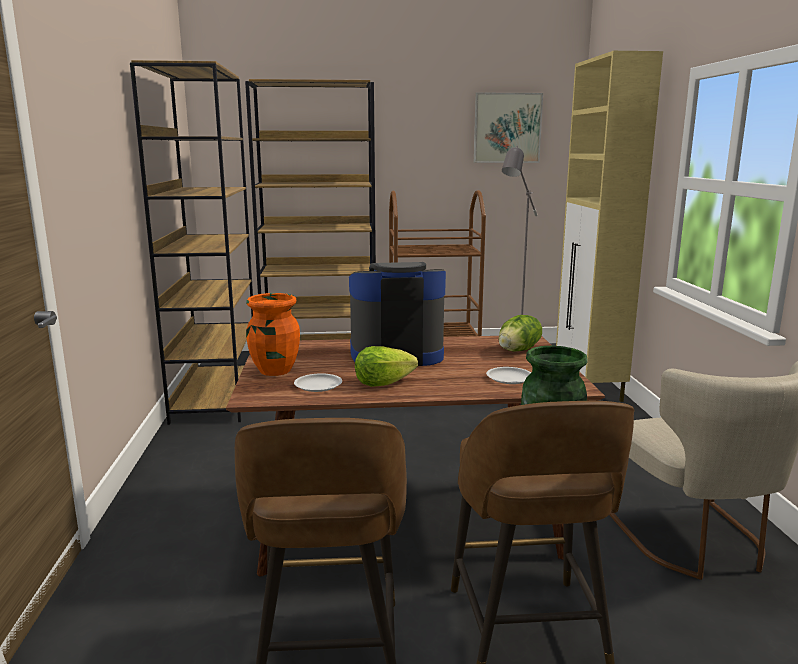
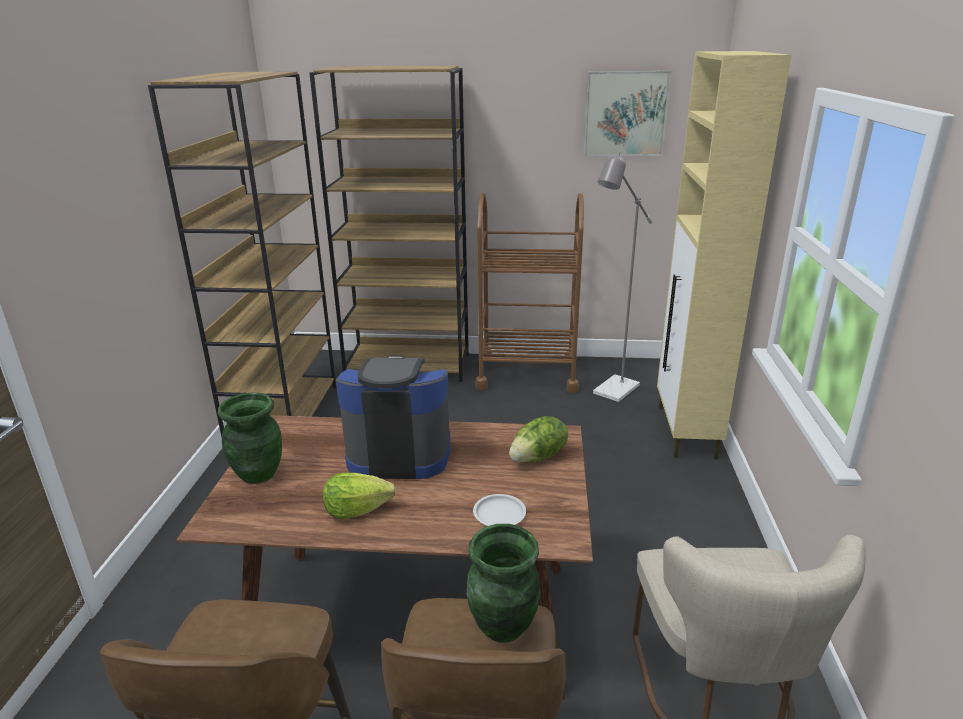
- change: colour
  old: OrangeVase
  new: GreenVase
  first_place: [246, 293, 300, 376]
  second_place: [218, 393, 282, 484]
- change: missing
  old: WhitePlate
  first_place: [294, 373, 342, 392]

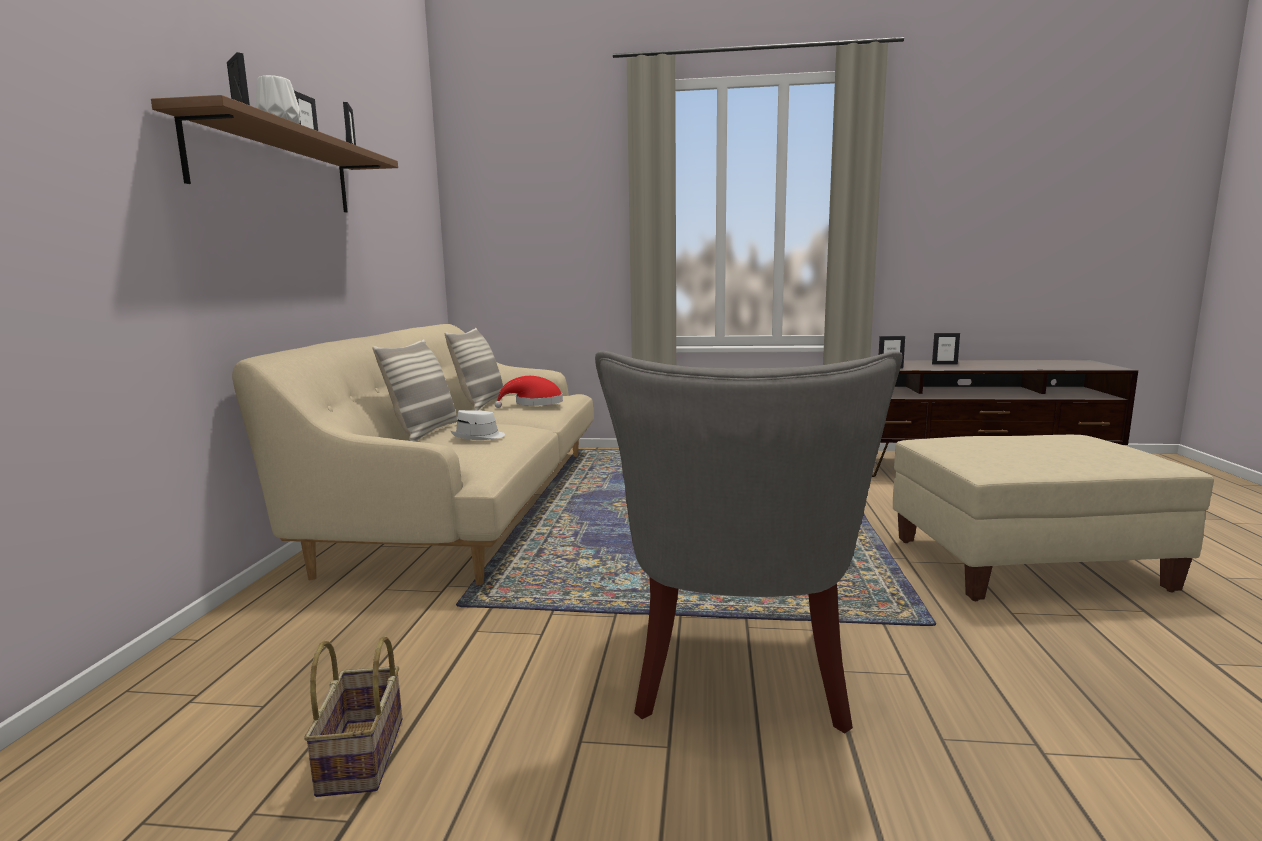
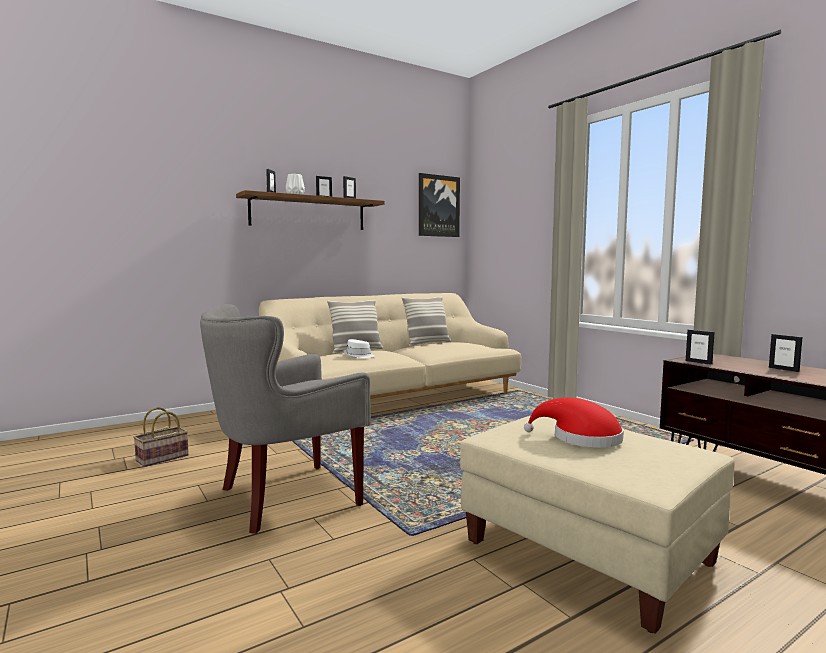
- change: relocated
  old: RedHat
  first_place: [494, 376, 563, 408]
  second_place: [524, 398, 624, 448]
- change: appeared
  new: Picture
  second_place: [419, 173, 460, 237]

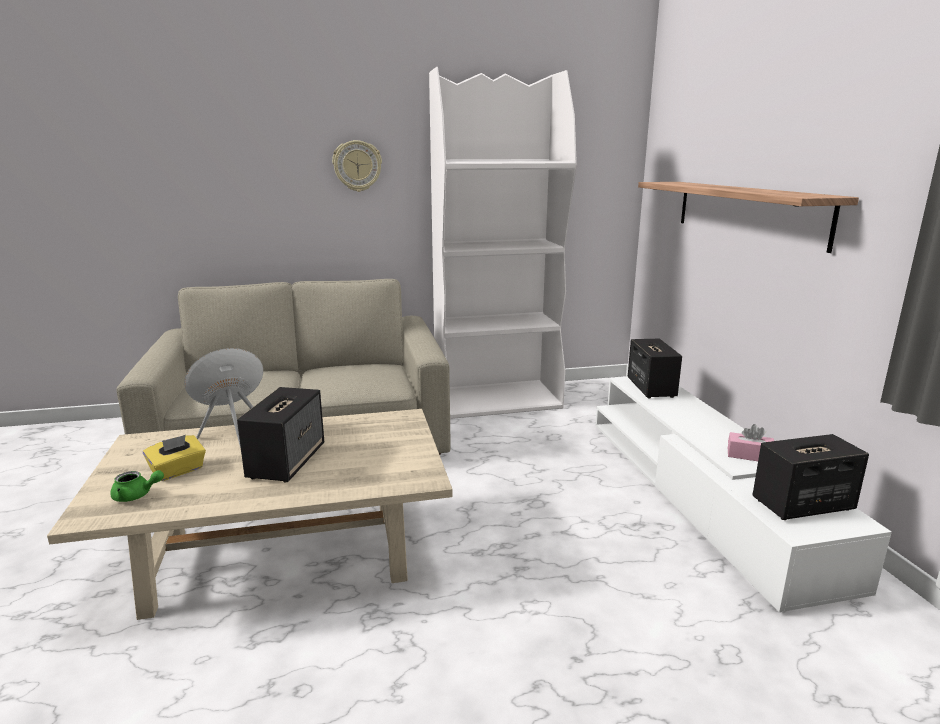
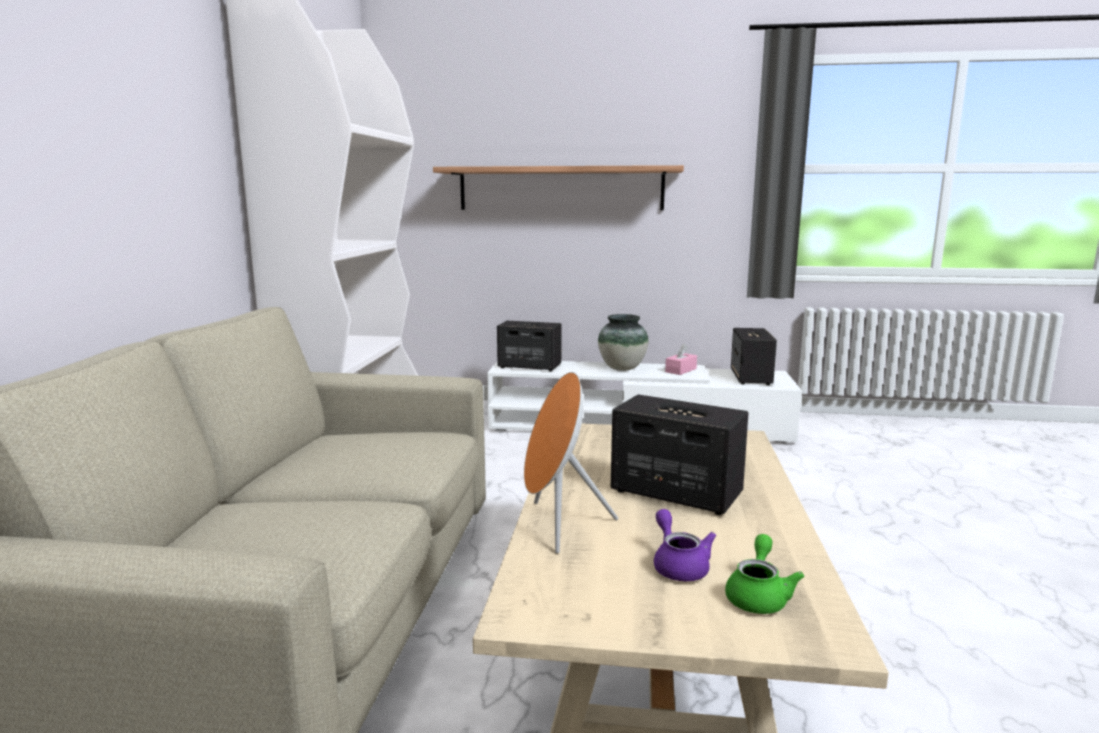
- change: missing
  old: WallClock
  first_place: [332, 140, 382, 192]
- change: exchanged
  old: YellowTissueBox
  new: PurpleTeapot
  first_place: [143, 435, 206, 481]
  second_place: [654, 509, 716, 581]
- change: appeared
  new: Vase
  second_place: [598, 314, 649, 371]

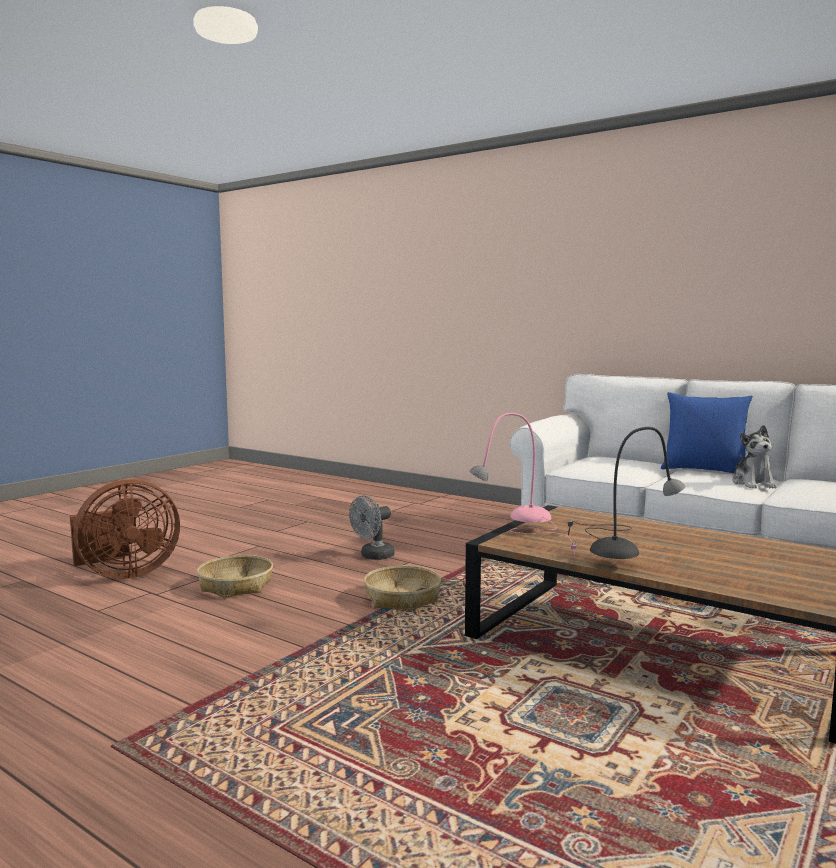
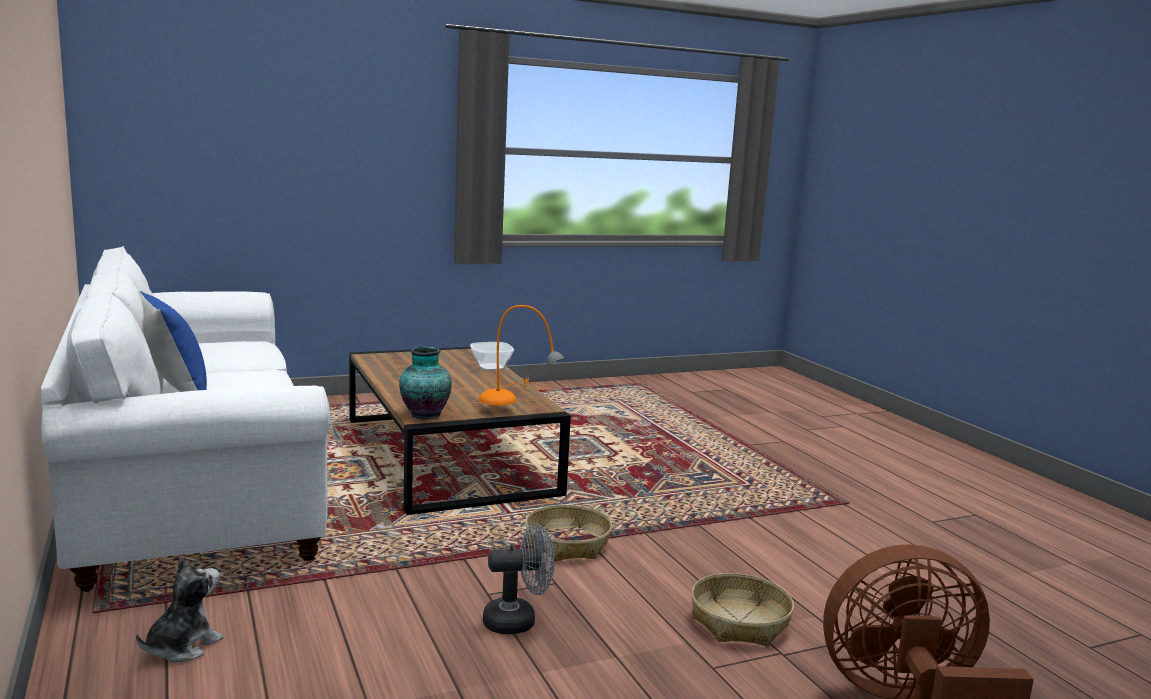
- change: colour
  old: PinkTableLamp
  new: OrangeTableLamp
  first_place: [470, 413, 576, 558]
  second_place: [479, 305, 564, 405]
- change: relocated
  old: PlushToy
  first_place: [732, 425, 777, 488]
  second_place: [136, 556, 223, 663]
- change: missing
  old: GreyTableLamp
  first_place: [568, 427, 686, 559]
- change: appeared
  new: Bowl
  second_place: [470, 342, 514, 371]
- change: appeared
  new: Vase
  second_place: [399, 347, 452, 420]

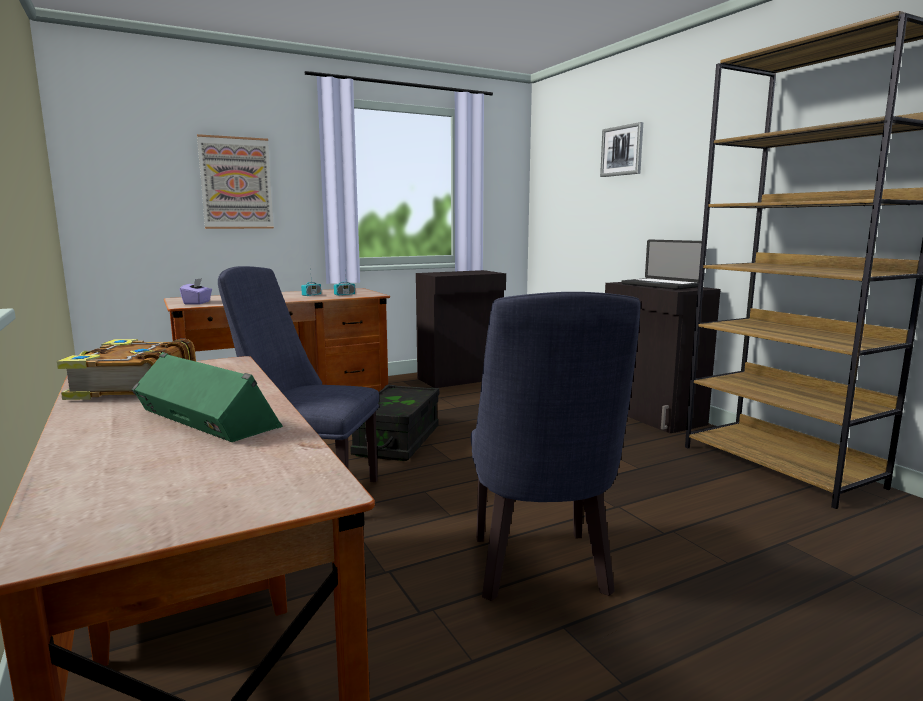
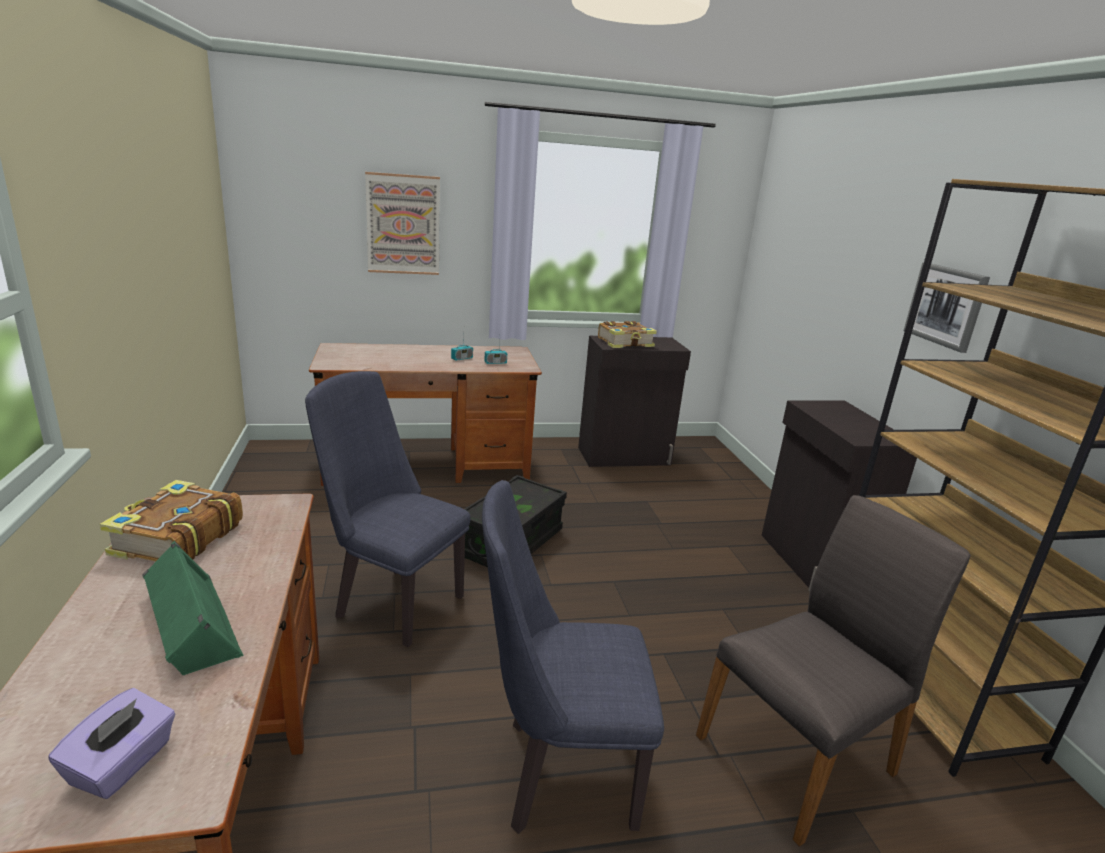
- change: relocated
  old: Picture
  first_place: [600, 122, 643, 177]
  second_place: [903, 262, 990, 353]
- change: missing
  old: Laptop
  first_place: [622, 239, 702, 290]
- change: relocated
  old: PurpleTissueBox
  first_place: [180, 278, 212, 305]
  second_place: [48, 688, 175, 799]
- change: spun
  old: BlueChair
  first_place: [471, 292, 640, 601]
  second_place: [482, 480, 664, 834]
  degrees: 75
- change: appeared
  new: Book
  second_place: [598, 321, 657, 348]
- change: appeared
  new: GreyChair
  second_place: [696, 495, 970, 847]

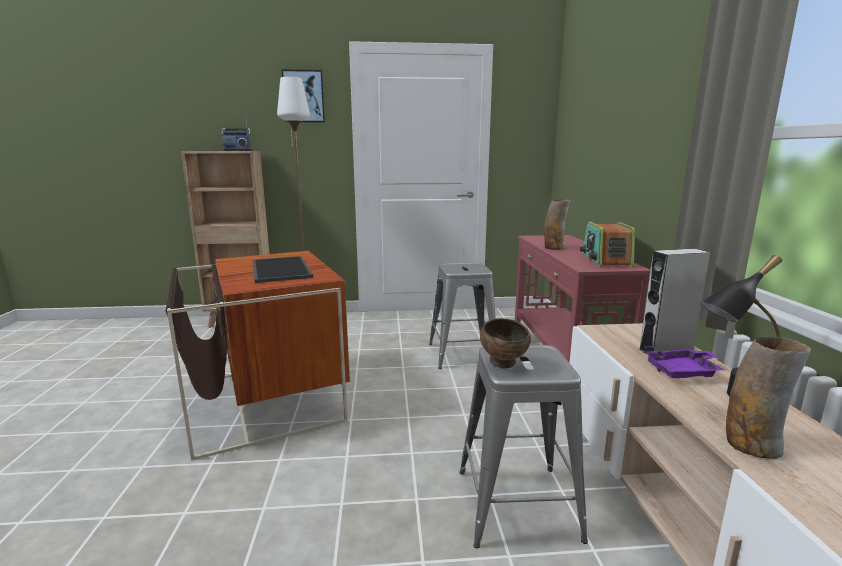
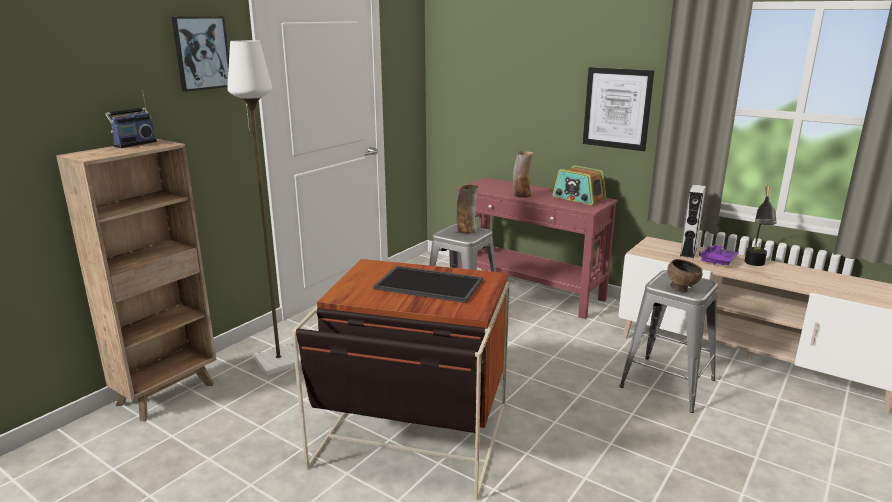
- change: relocated
  old: Vase
  first_place: [726, 337, 811, 459]
  second_place: [456, 185, 479, 234]
- change: appeared
  new: Picture
  second_place: [583, 67, 654, 151]

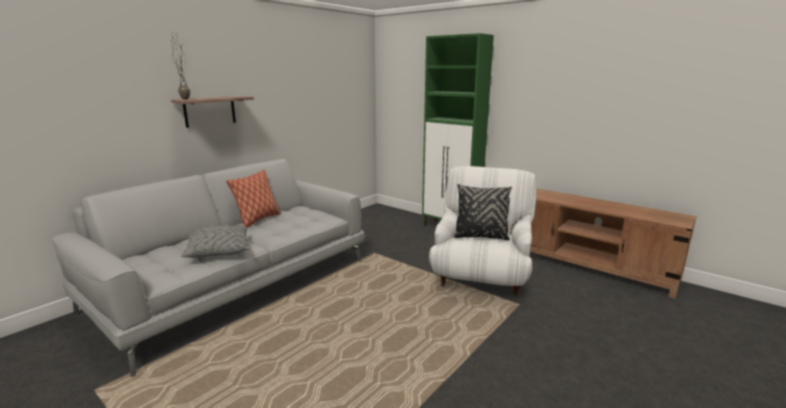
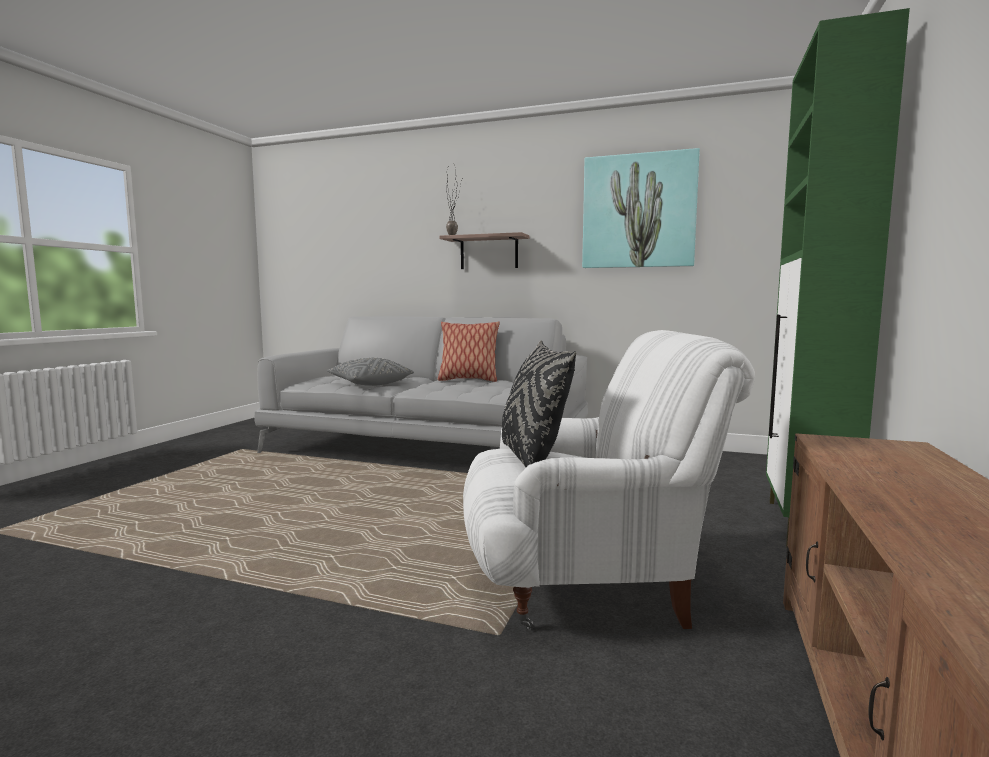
- change: appeared
  new: Picture
  second_place: [582, 148, 700, 268]

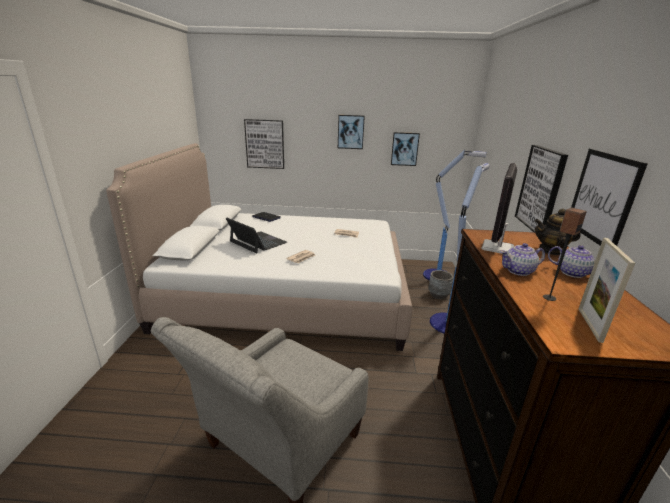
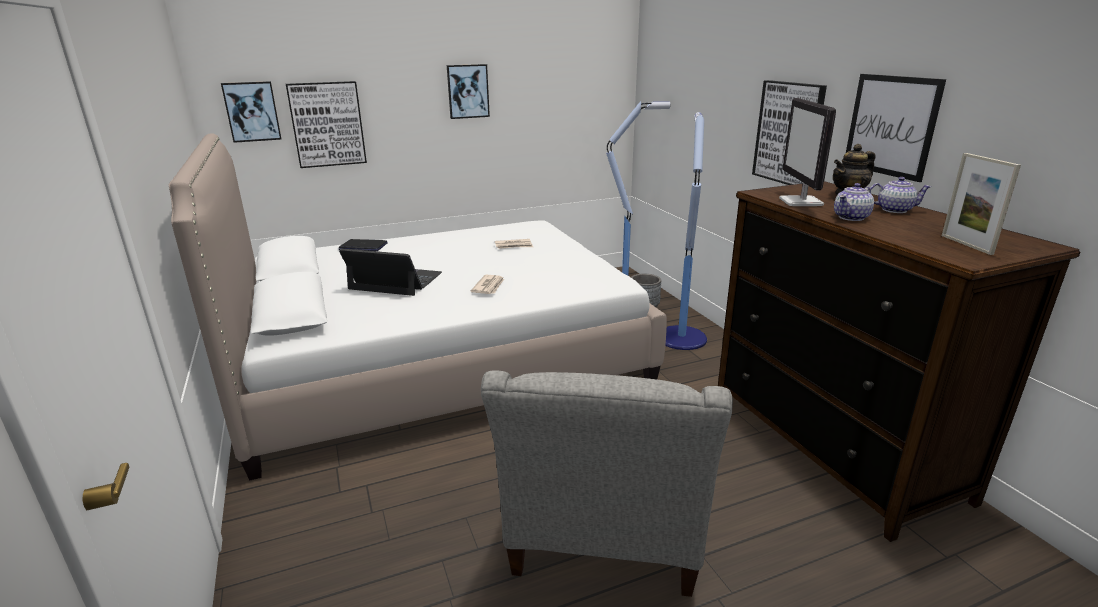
- change: relocated
  old: Picture
  first_place: [391, 132, 420, 166]
  second_place: [221, 81, 282, 143]
- change: missing
  old: Speaker
  first_place: [543, 208, 587, 301]

